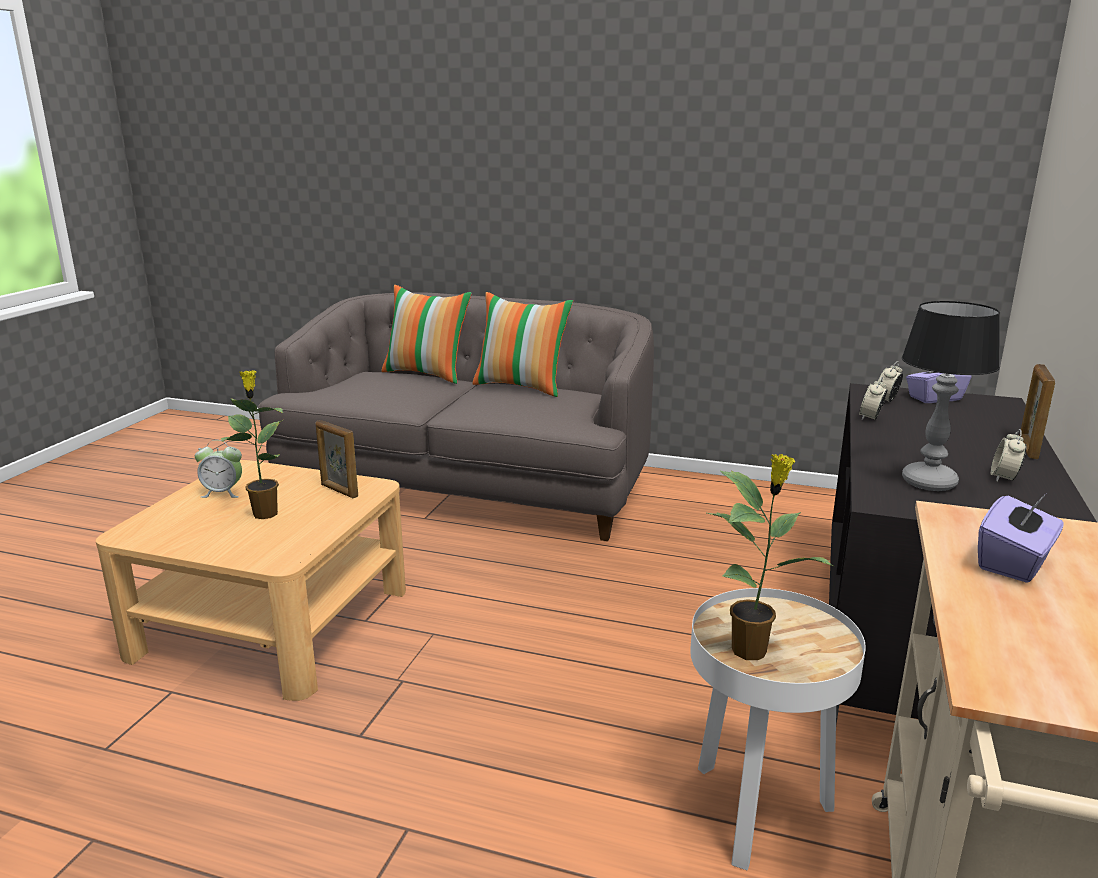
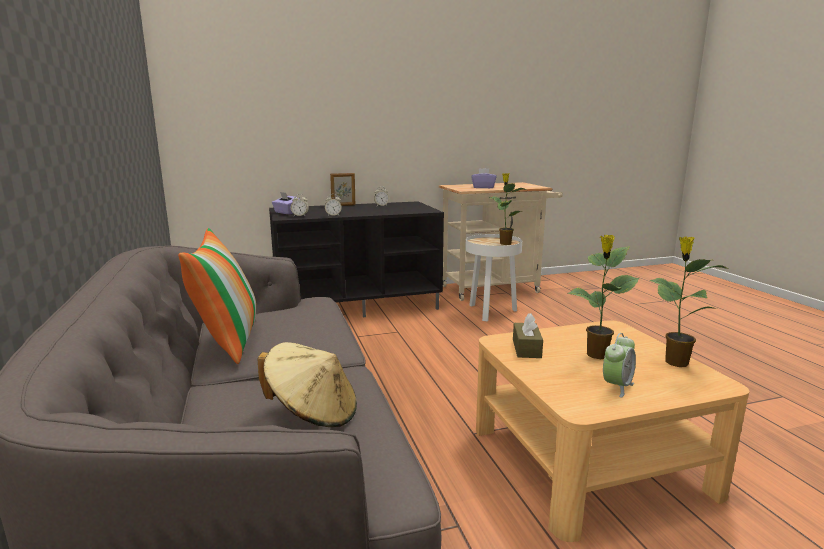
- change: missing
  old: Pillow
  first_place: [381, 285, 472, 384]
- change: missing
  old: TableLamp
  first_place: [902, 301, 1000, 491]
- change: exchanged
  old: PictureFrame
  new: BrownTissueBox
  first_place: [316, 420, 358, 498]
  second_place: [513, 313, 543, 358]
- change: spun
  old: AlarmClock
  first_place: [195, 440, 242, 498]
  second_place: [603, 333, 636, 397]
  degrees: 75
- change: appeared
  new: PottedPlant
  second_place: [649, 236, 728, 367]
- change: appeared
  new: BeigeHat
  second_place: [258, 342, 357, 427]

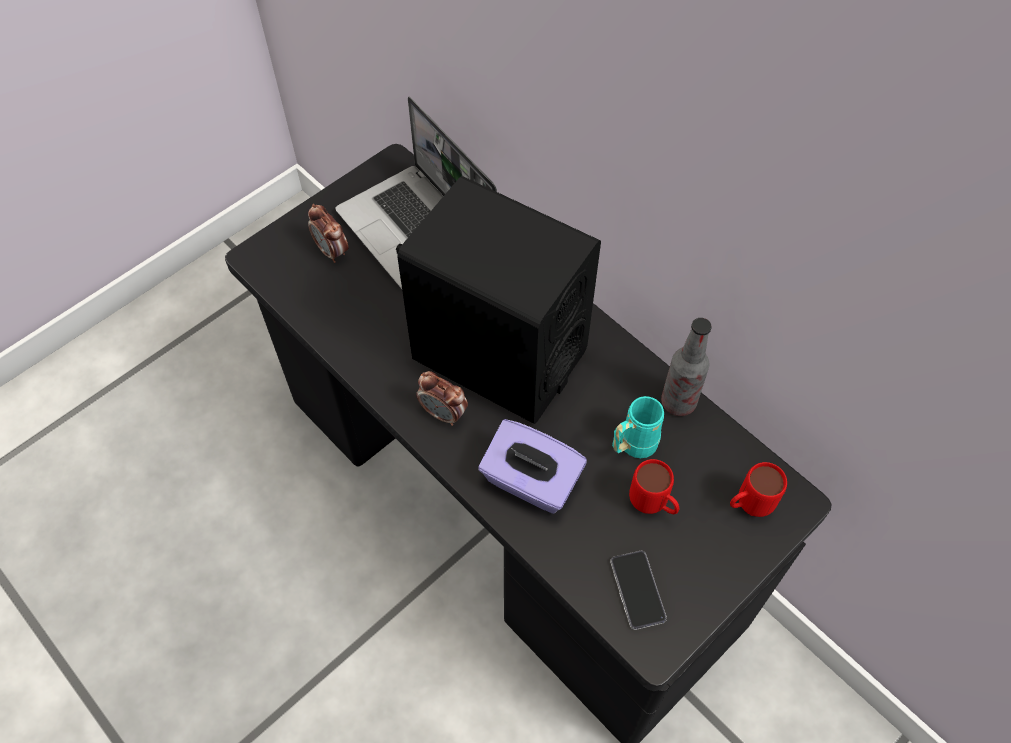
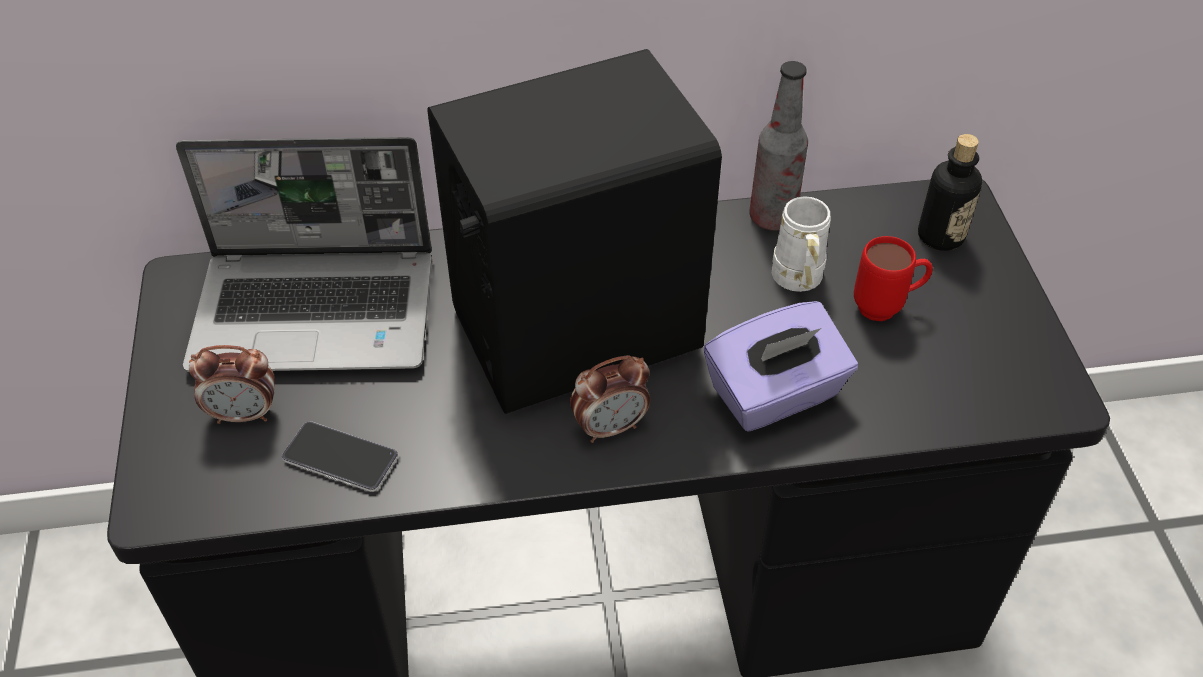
- change: colour
  old: TurquoiseMug
  new: WhiteMug
  first_place: [612, 396, 664, 458]
  second_place: [772, 196, 831, 292]
- change: exchanged
  old: RedMug
  new: Bottle
  first_place: [730, 462, 787, 517]
  second_place: [918, 134, 982, 251]
- change: relocated
  old: Phone
  first_place: [610, 551, 667, 630]
  second_place: [282, 421, 398, 492]

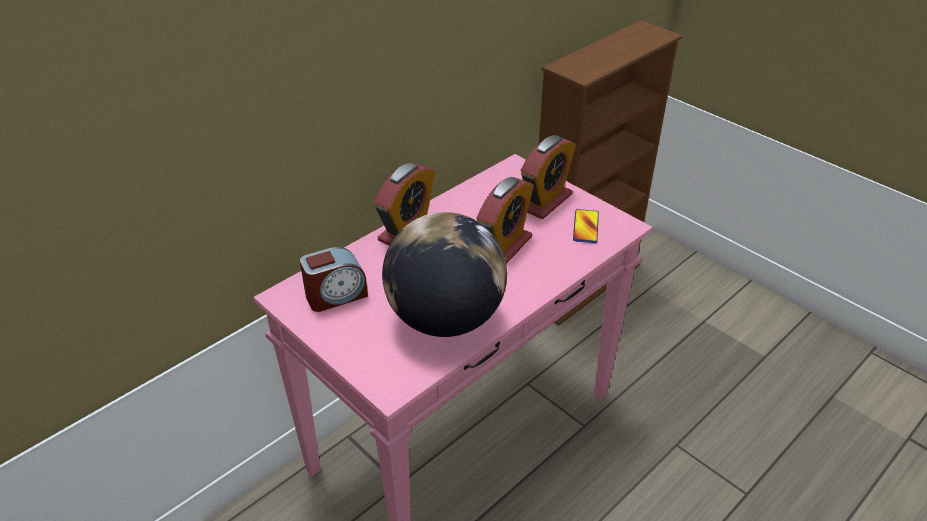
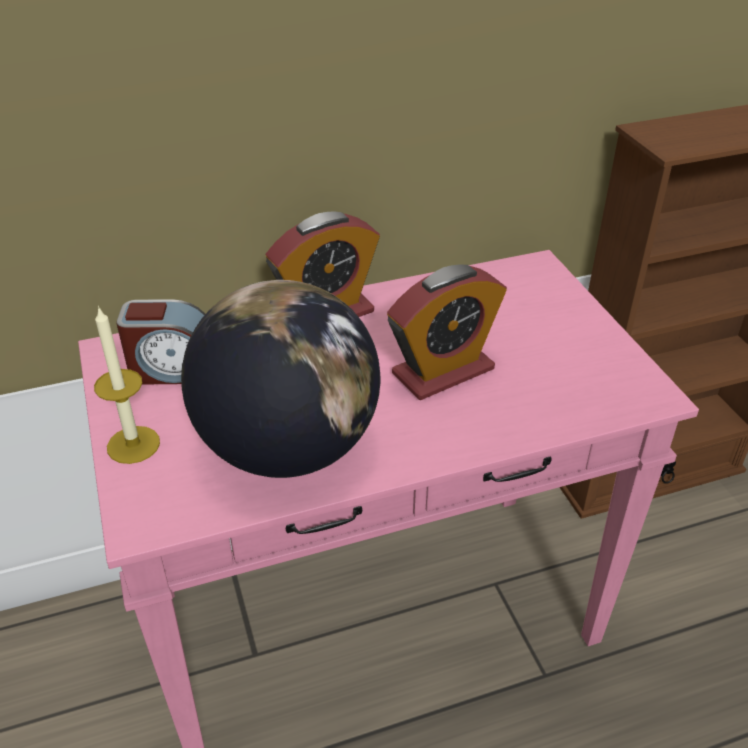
- change: missing
  old: AlarmClock
  first_place: [521, 135, 576, 219]
- change: missing
  old: Phone
  first_place: [573, 209, 599, 243]
- change: appeared
  new: Candle
  second_place: [94, 306, 160, 464]

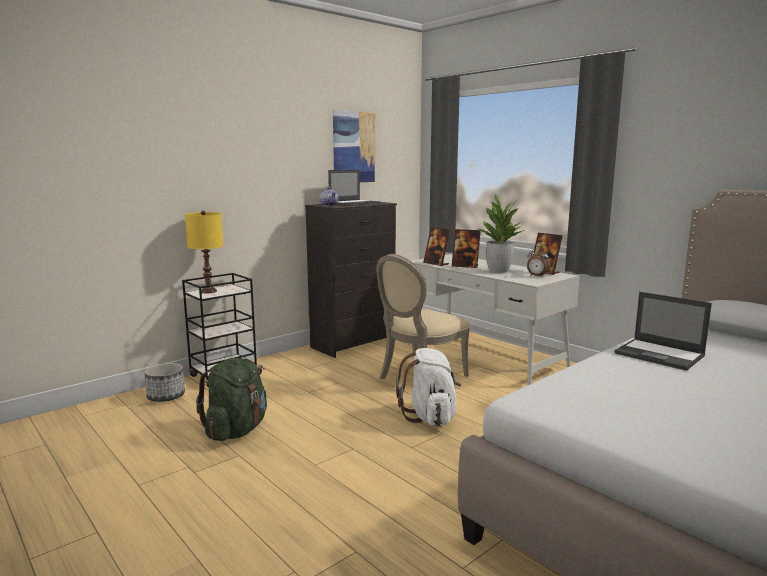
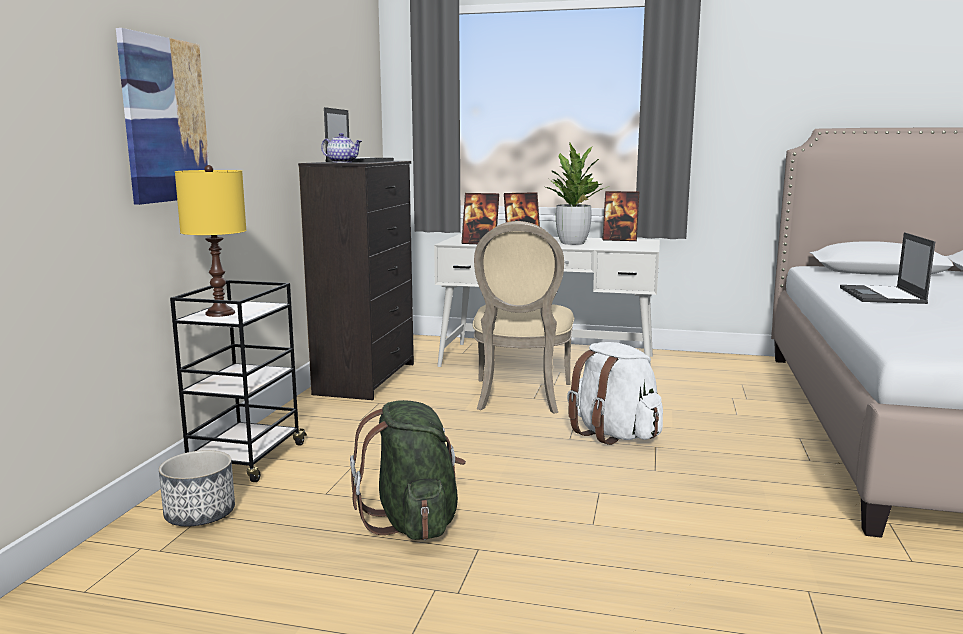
- change: relocated
  old: Picture
  first_place: [333, 110, 376, 182]
  second_place: [116, 28, 209, 205]
- change: missing
  old: AlarmClock
  first_place: [527, 246, 551, 277]
- change: spun
  old: Laptop
  first_place: [614, 292, 712, 371]
  second_place: [840, 232, 935, 304]
  degrees: 90

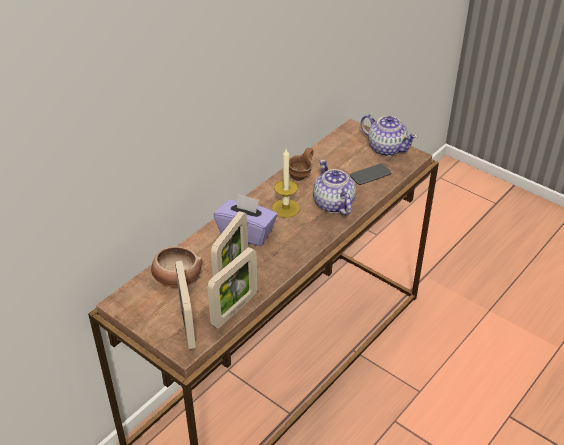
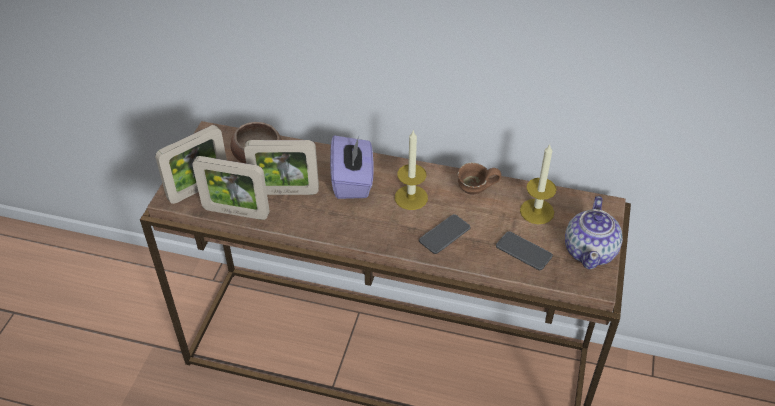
- change: exchanged
  old: Teapot
  new: Phone
  first_place: [313, 159, 356, 215]
  second_place: [419, 214, 471, 254]
- change: appeared
  new: Candle
  second_place: [520, 145, 557, 224]

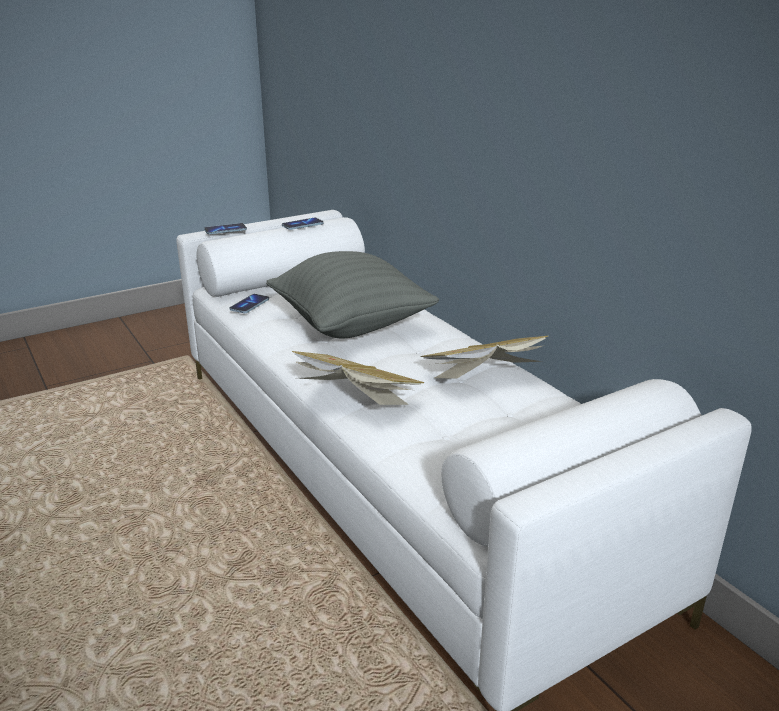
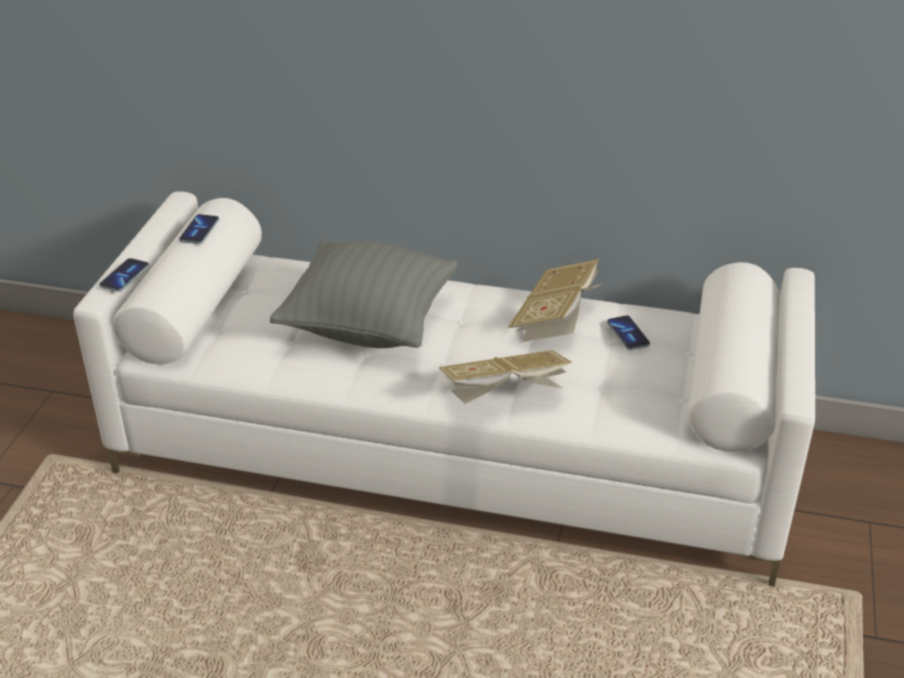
- change: relocated
  old: Phone
  first_place: [230, 294, 269, 313]
  second_place: [607, 315, 650, 350]

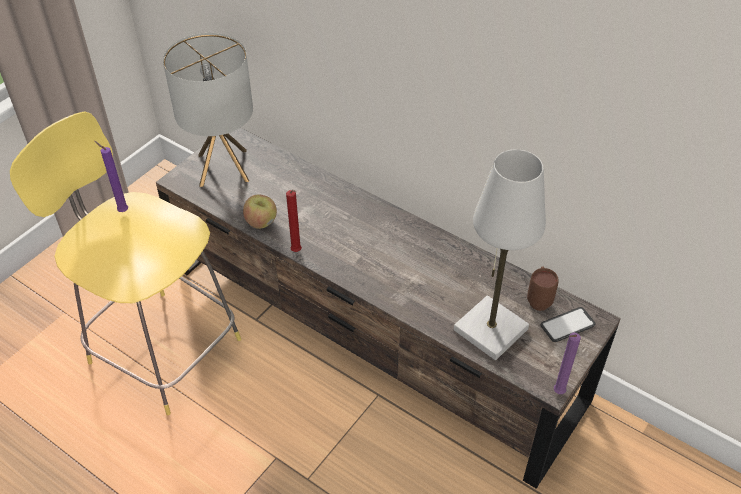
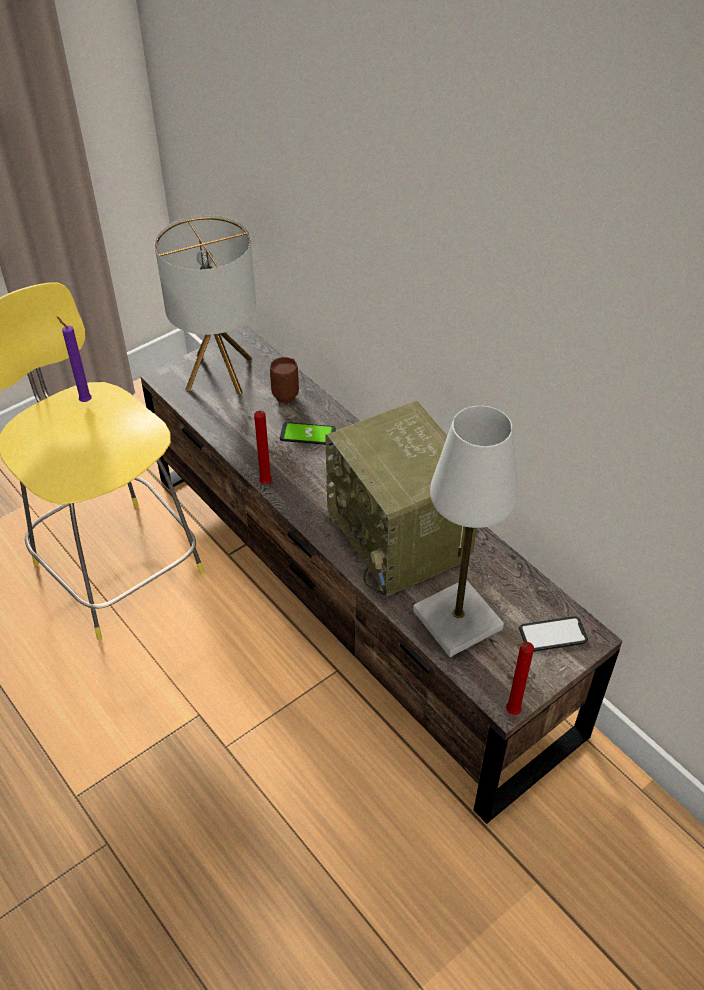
- change: missing
  old: Apple
  first_place: [243, 194, 277, 229]
- change: relocated
  old: BrownMug
  first_place: [527, 266, 559, 311]
  second_place: [270, 357, 299, 403]
- change: colour
  old: PurpleCandle
  new: RedCandle
  first_place: [554, 333, 581, 394]
  second_place: [506, 642, 534, 715]
- change: appeared
  new: Radio
  second_place: [325, 401, 477, 596]
- change: appeared
  new: Phone
  second_place: [280, 422, 336, 445]

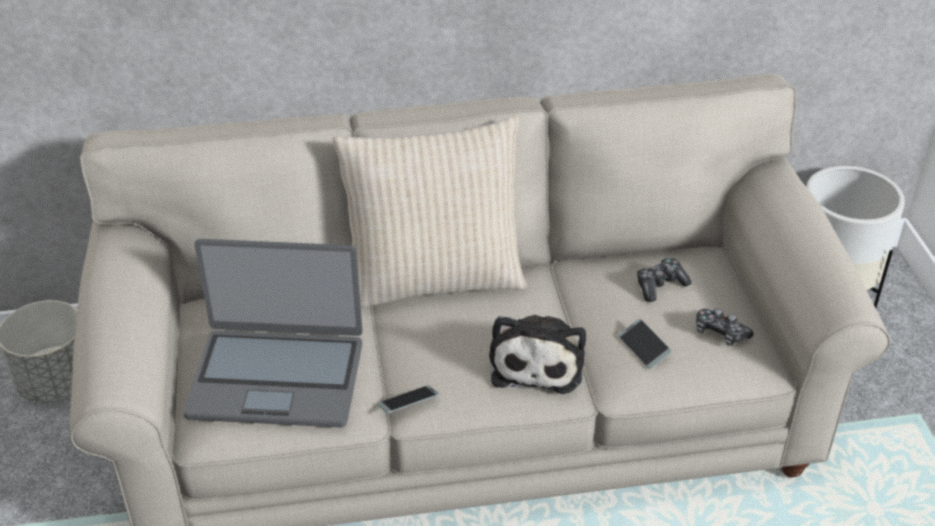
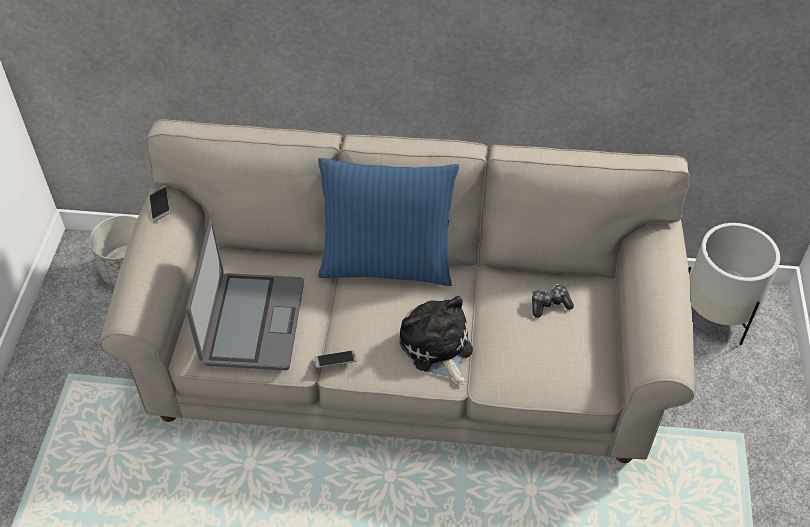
- change: colour
  old: BeigePillow
  new: BluePillow
  first_place: [333, 116, 527, 308]
  second_place: [318, 158, 459, 286]
- change: spun
  old: Laptop
  first_place: [184, 239, 363, 427]
  second_place: [186, 219, 304, 370]
  degrees: -105
- change: missing
  old: GameController
  first_place: [696, 308, 753, 346]
- change: spun
  old: PlushToy
  first_place: [489, 315, 586, 394]
  second_place: [400, 296, 473, 385]
  degrees: 135
- change: relocated
  old: Phone
  first_place: [618, 318, 672, 369]
  second_place: [149, 185, 170, 222]

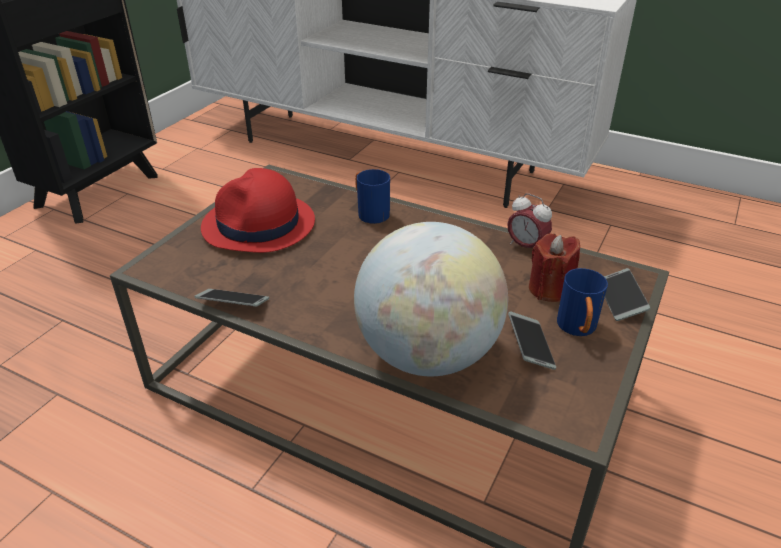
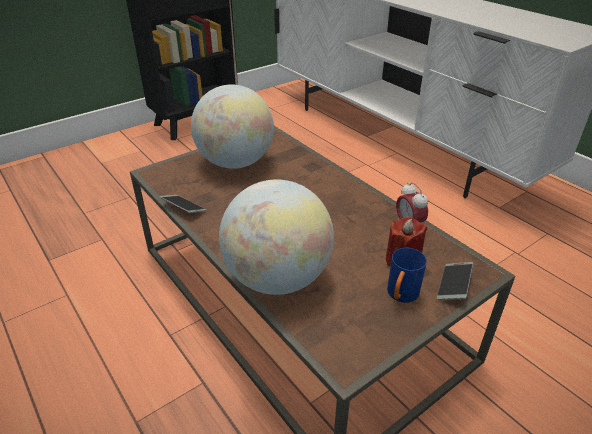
- change: exchanged
  old: RedHat
  new: Globe
  first_place: [201, 168, 315, 253]
  second_place: [191, 84, 274, 169]
- change: missing
  old: BlueMug
  first_place: [355, 169, 390, 224]
- change: missing
  old: Phone
  first_place: [508, 311, 556, 370]

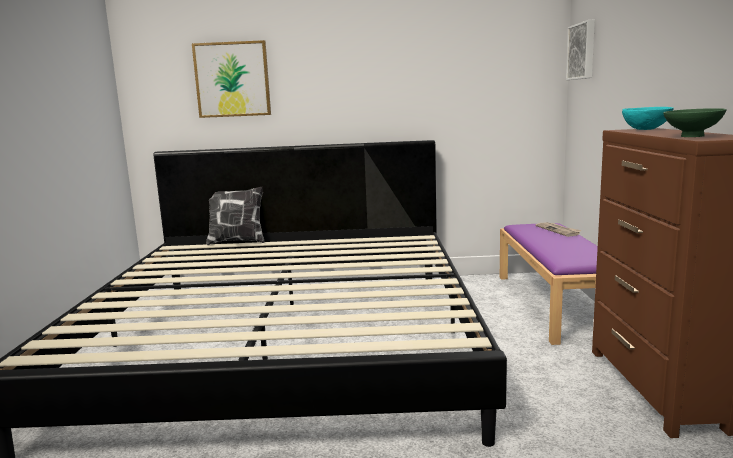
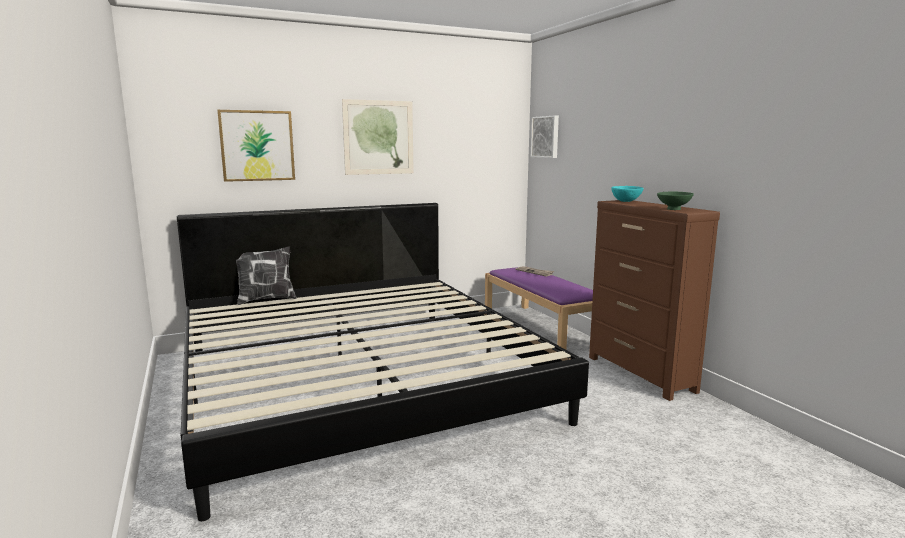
- change: appeared
  new: Picture
  second_place: [342, 99, 414, 175]

